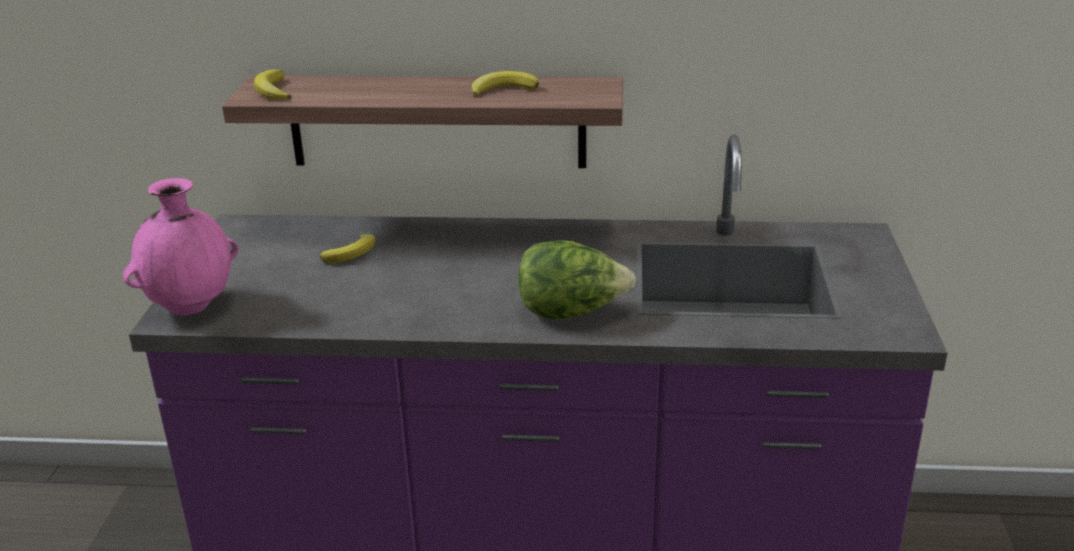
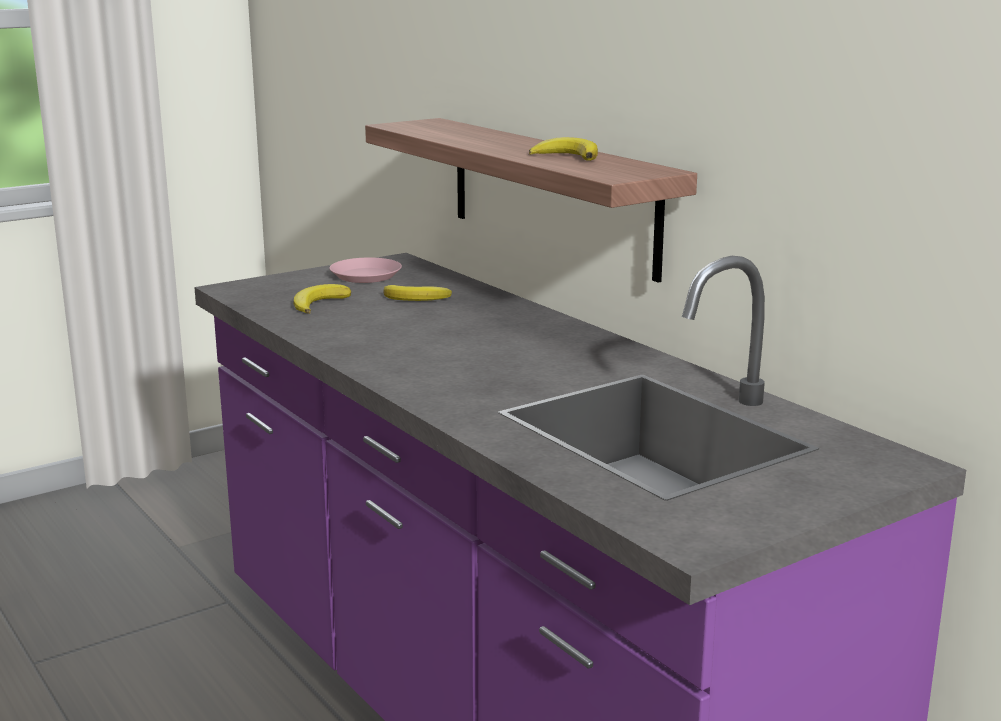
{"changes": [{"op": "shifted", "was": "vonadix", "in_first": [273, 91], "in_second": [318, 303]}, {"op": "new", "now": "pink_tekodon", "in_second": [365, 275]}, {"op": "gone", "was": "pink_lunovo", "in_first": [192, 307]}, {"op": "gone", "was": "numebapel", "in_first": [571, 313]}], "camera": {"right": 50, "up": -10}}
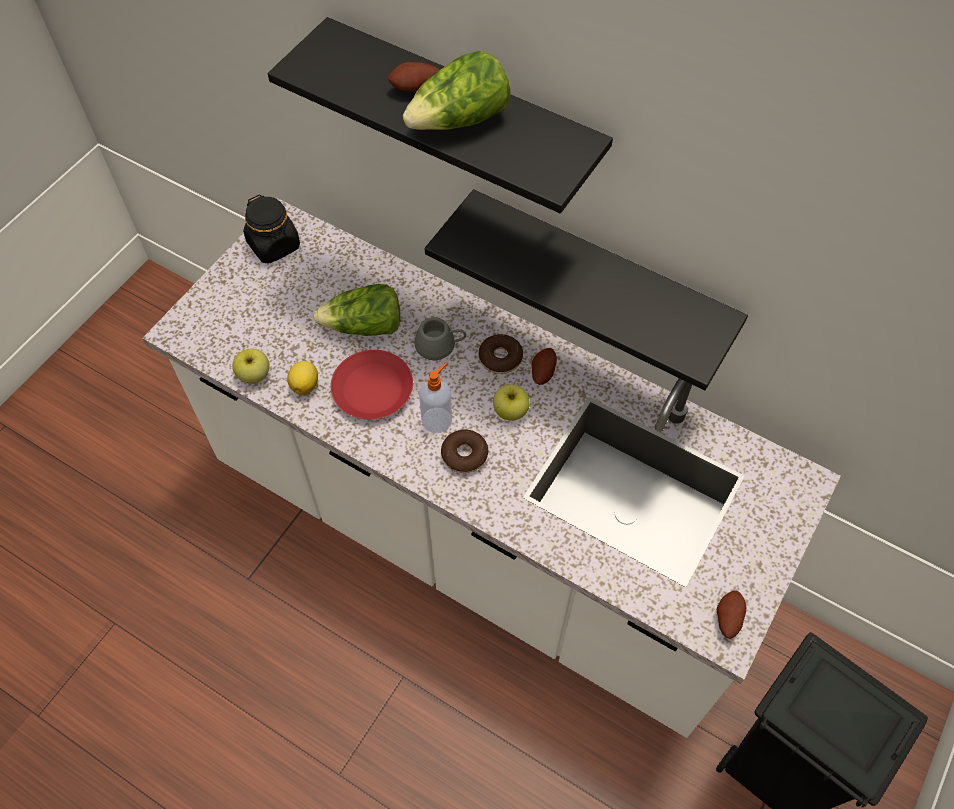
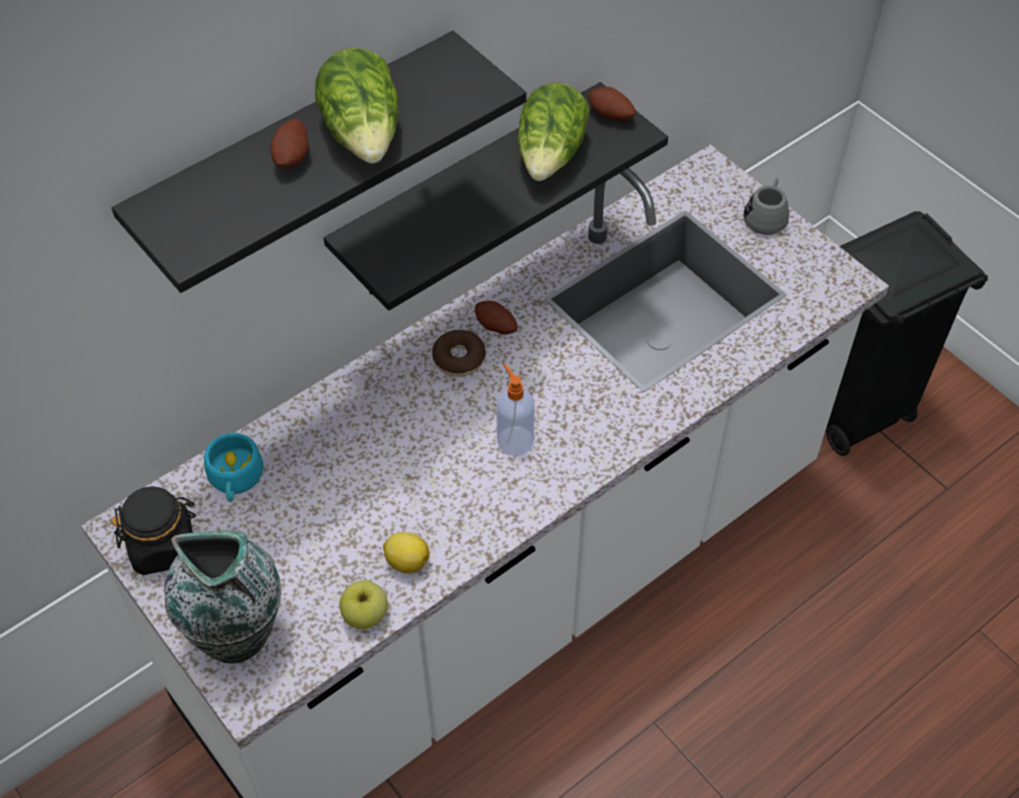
{"changes": [{"op": "new", "now": "lunovo", "in_second": [238, 633]}, {"op": "new", "now": "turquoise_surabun", "in_second": [235, 479]}, {"op": "shifted", "was": "numebapel", "in_first": [364, 326], "in_second": [551, 155]}, {"op": "shifted", "was": "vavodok", "in_first": [727, 618], "in_second": [610, 116]}, {"op": "shifted", "was": "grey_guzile", "in_first": [440, 345], "in_second": [766, 216]}, {"op": "gone", "was": "red_tekodon", "in_first": [372, 388]}, {"op": "gone", "was": "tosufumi", "in_first": [464, 455]}, {"op": "gone", "was": "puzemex", "in_first": [510, 411]}], "camera": {"right": -70, "up": -5}}
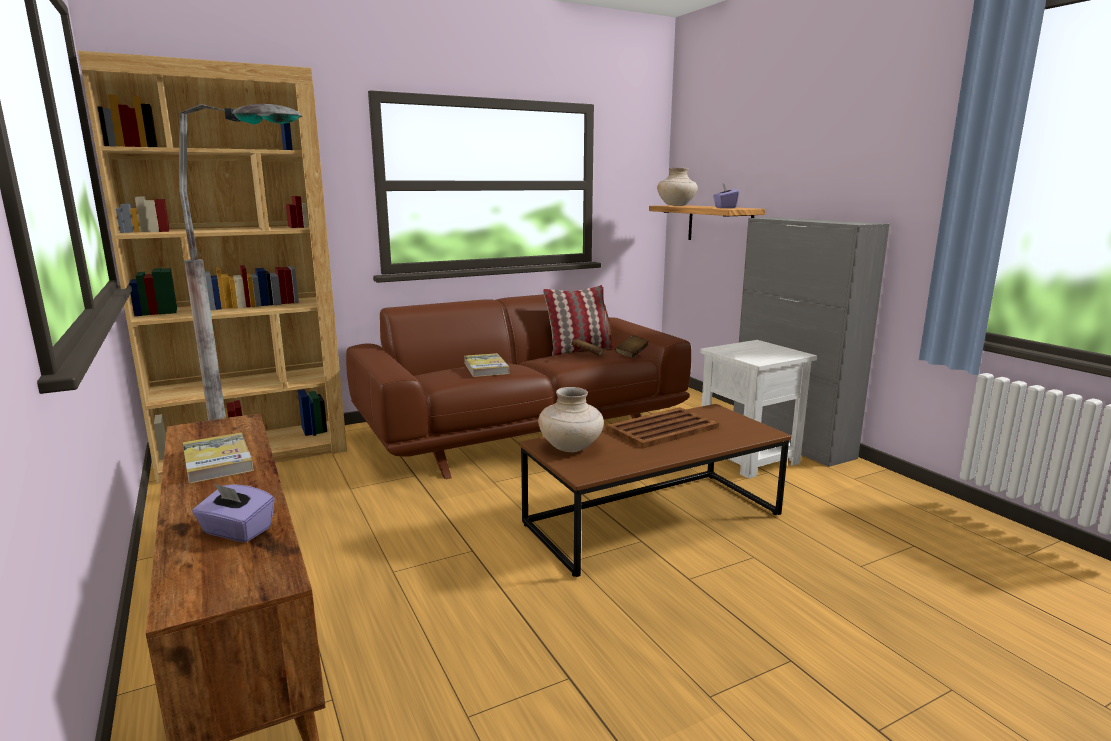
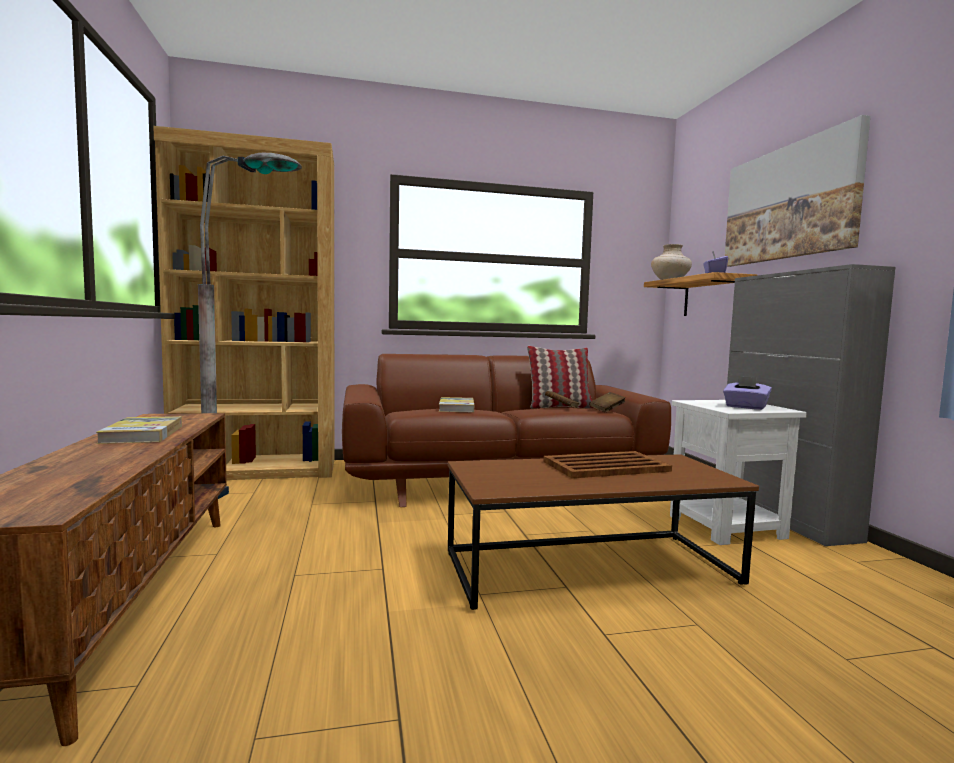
{"changes": [{"op": "shifted", "was": "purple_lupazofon", "in_first": [237, 531], "in_second": [745, 407]}, {"op": "new", "now": "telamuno", "in_second": [789, 203]}, {"op": "gone", "was": "beige_lunovo", "in_first": [571, 447]}], "camera": {"right": 15, "up": -10}}
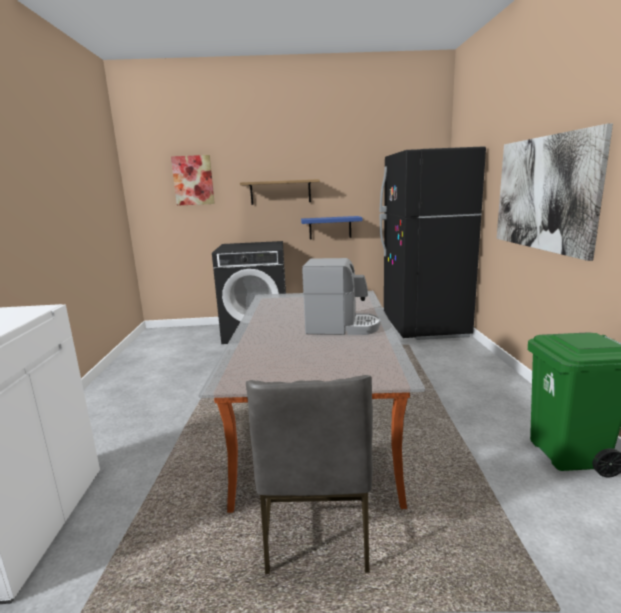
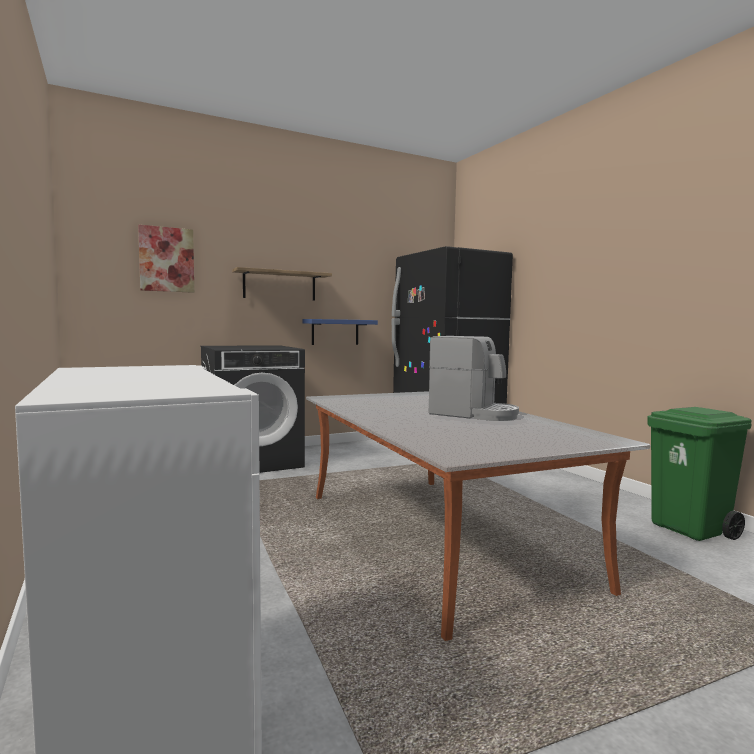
{"changes": [{"op": "rotated", "was": "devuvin", "in_first": [341, 327], "in_second": [474, 414], "clockwise": 45}, {"op": "gone", "was": "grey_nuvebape", "in_first": [316, 528]}, {"op": "gone", "was": "telamuno", "in_first": [544, 193]}], "camera": {"right": -25, "up": -10}}
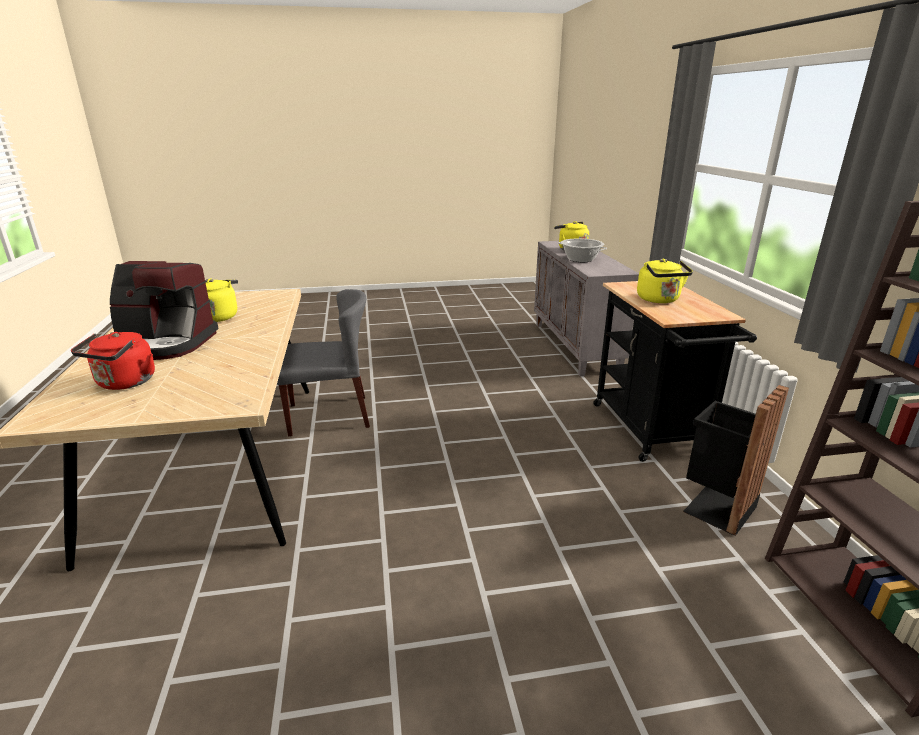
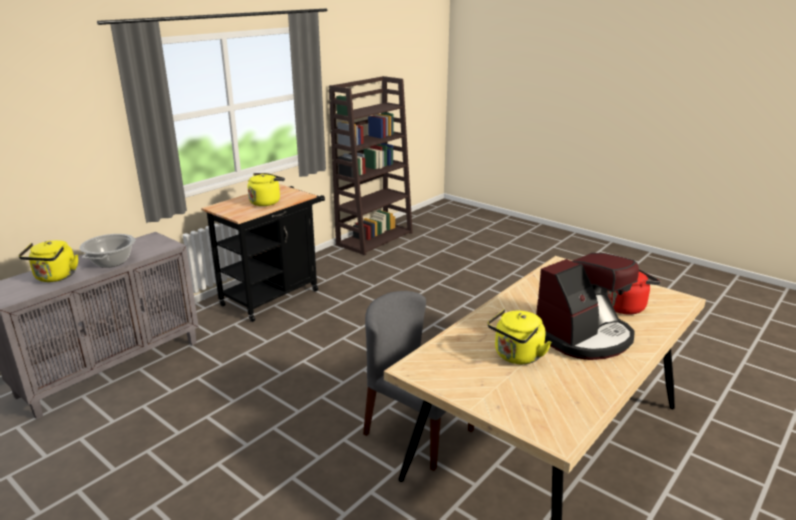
{"changes": [{"op": "rotated", "was": "devuvin", "in_first": [165, 343], "in_second": [584, 337], "clockwise": 90}, {"op": "gone", "was": "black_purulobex", "in_first": [716, 508]}], "camera": {"right": -130, "up": 0}}
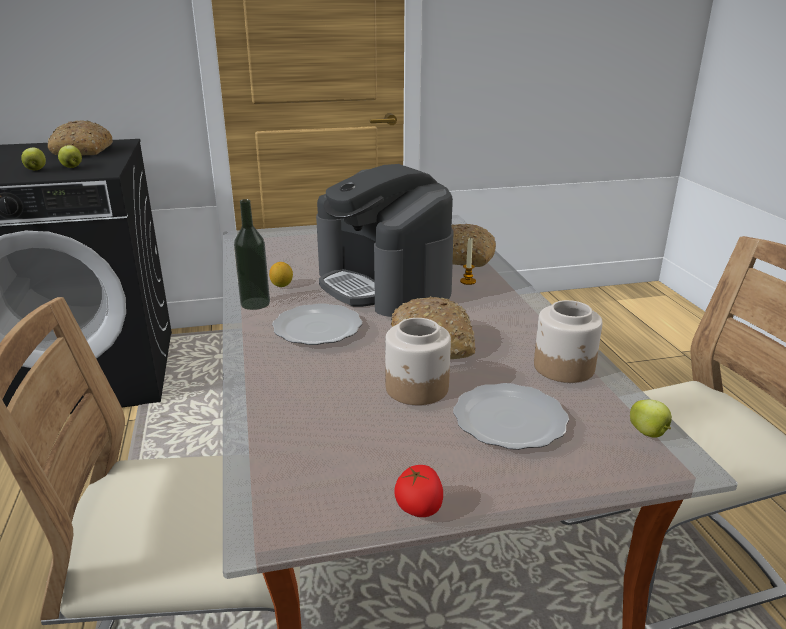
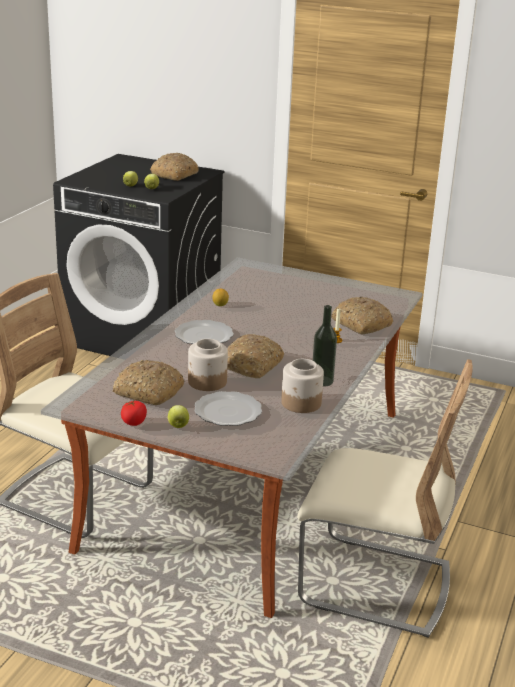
{"changes": [{"op": "new", "now": "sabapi", "in_second": [148, 392]}, {"op": "shifted", "was": "puzemex", "in_first": [649, 433], "in_second": [178, 426]}, {"op": "shifted", "was": "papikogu", "in_first": [255, 303], "in_second": [322, 381]}, {"op": "gone", "was": "devuvin", "in_first": [384, 284]}], "camera": {"right": 35, "up": 0}}
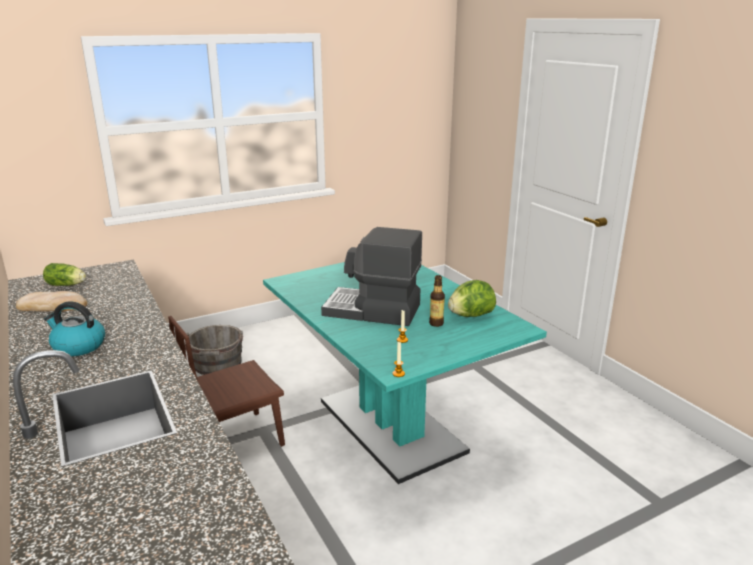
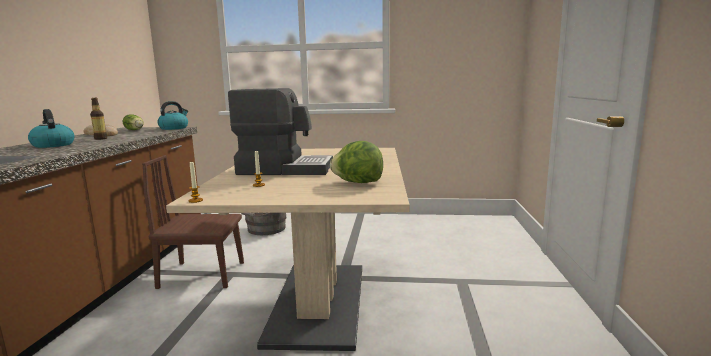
{"changes": [{"op": "shifted", "was": "papikogu", "in_first": [436, 323], "in_second": [100, 139]}, {"op": "new", "now": "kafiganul", "in_second": [174, 128]}, {"op": "repainted", "was": "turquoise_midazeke", "now": "beige_midazeke", "in_first": [390, 426], "in_second": [318, 302]}, {"op": "rotated", "was": "devuvin", "in_first": [372, 311], "in_second": [285, 169], "clockwise": 135}], "camera": {"right": 35, "up": -10}}
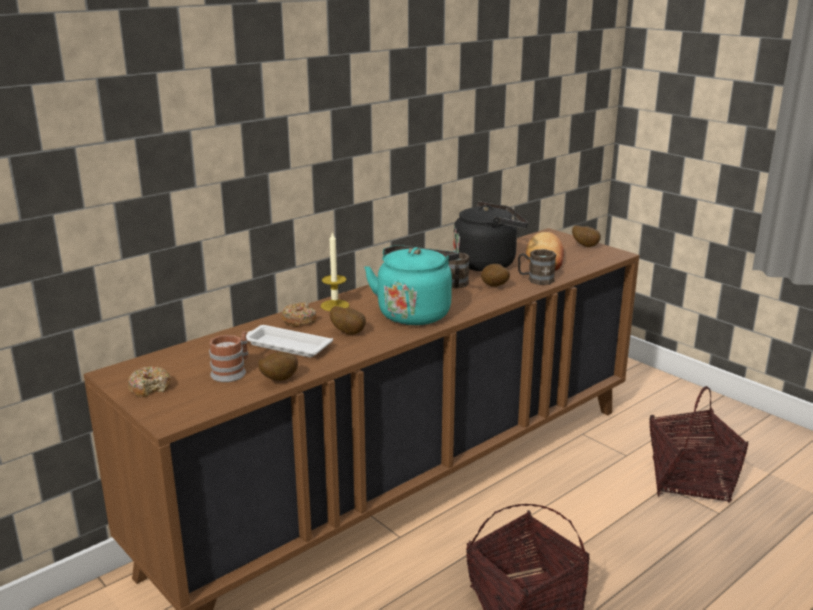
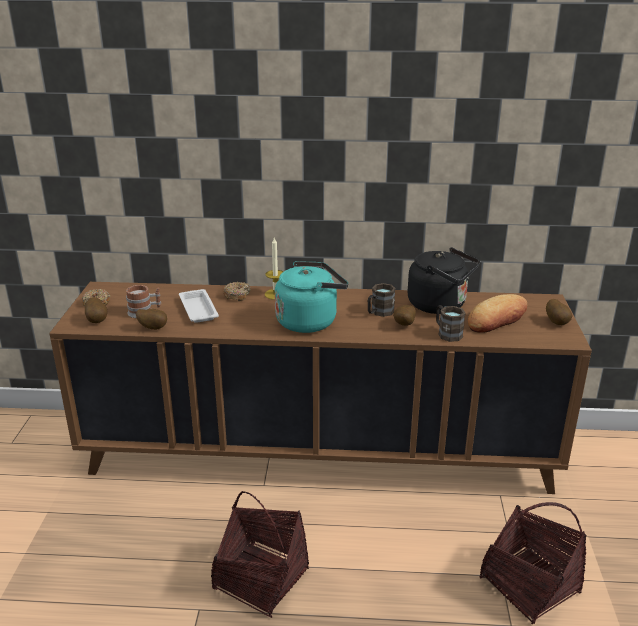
{"changes": [{"op": "shifted", "was": "vavodok", "in_first": [349, 332], "in_second": [97, 320]}], "camera": {"right": 45, "up": 5}}
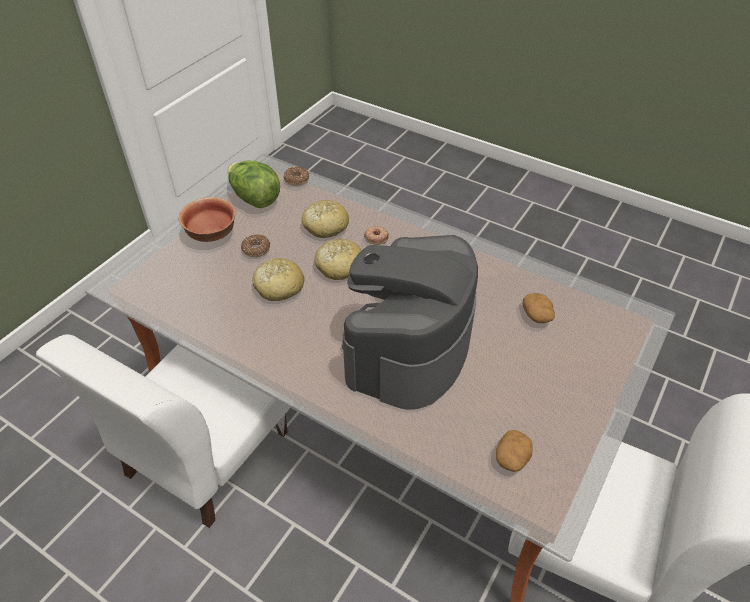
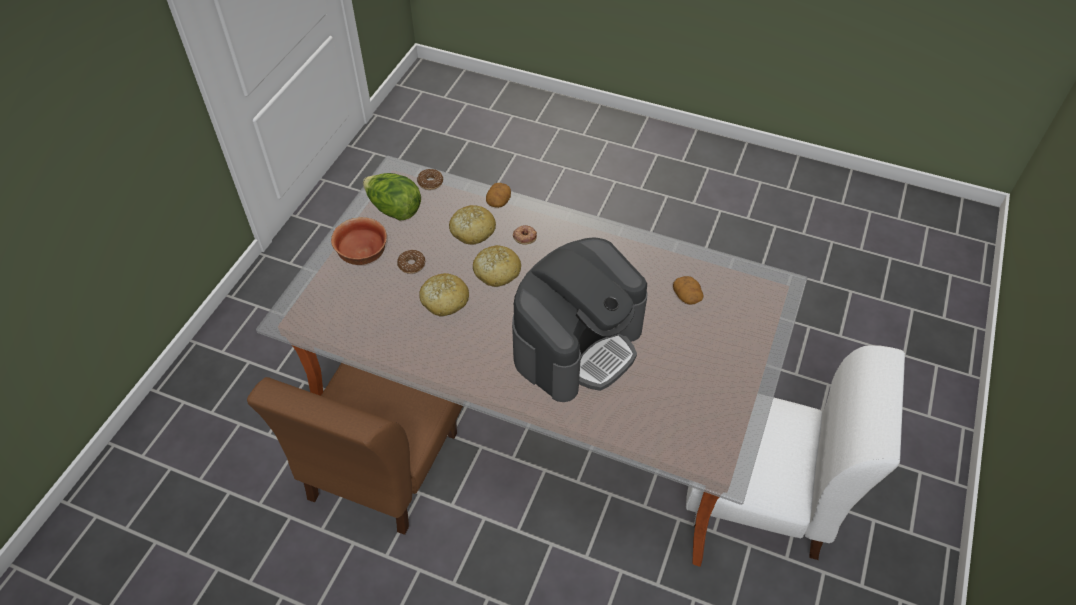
{"changes": [{"op": "repainted", "was": "white_nuvebape", "now": "brown_nuvebape", "in_first": [206, 453], "in_second": [382, 466]}, {"op": "shifted", "was": "vavodok", "in_first": [512, 458], "in_second": [498, 202]}, {"op": "rotated", "was": "devuvin", "in_first": [407, 348], "in_second": [577, 344], "clockwise": -150}], "camera": {"right": -10, "up": 5}}
